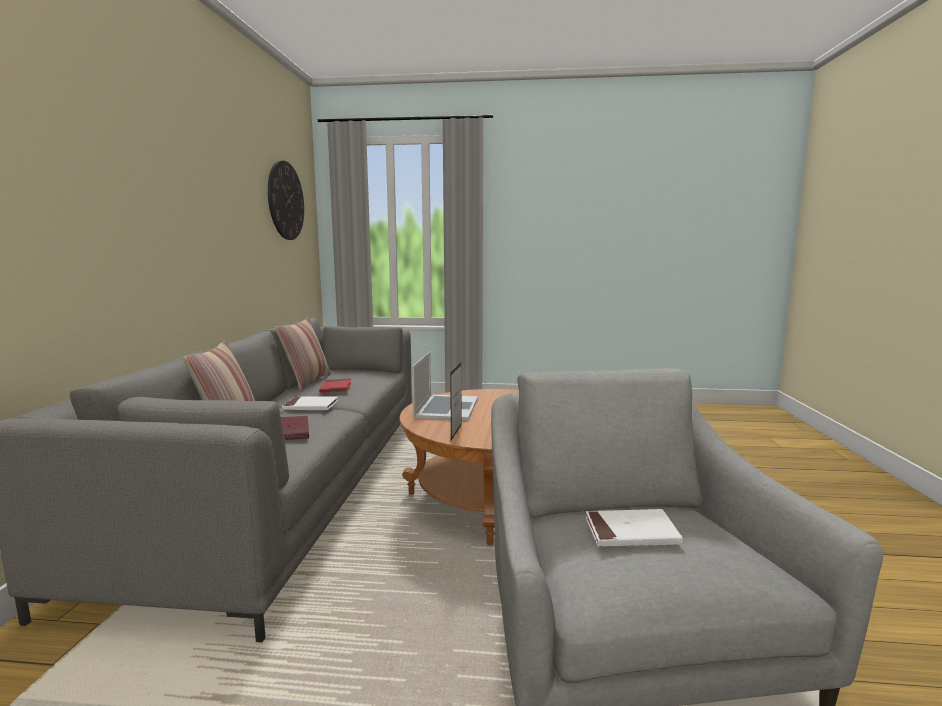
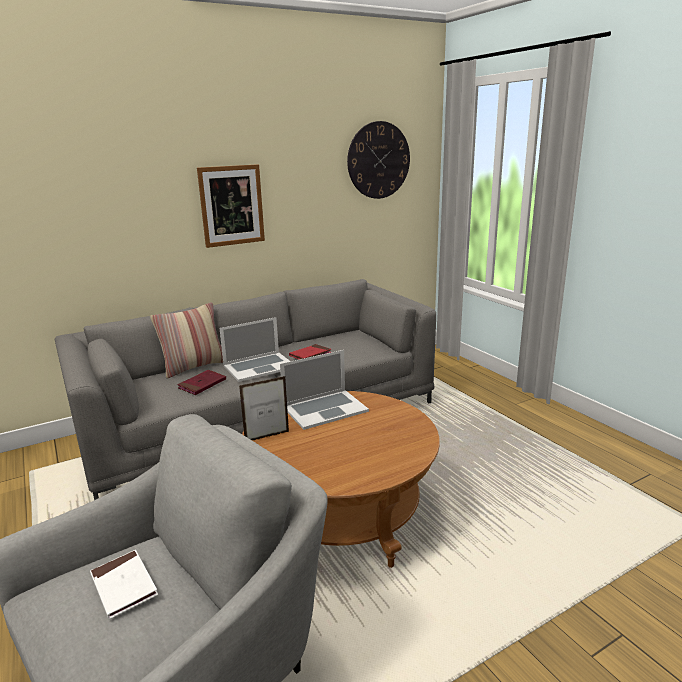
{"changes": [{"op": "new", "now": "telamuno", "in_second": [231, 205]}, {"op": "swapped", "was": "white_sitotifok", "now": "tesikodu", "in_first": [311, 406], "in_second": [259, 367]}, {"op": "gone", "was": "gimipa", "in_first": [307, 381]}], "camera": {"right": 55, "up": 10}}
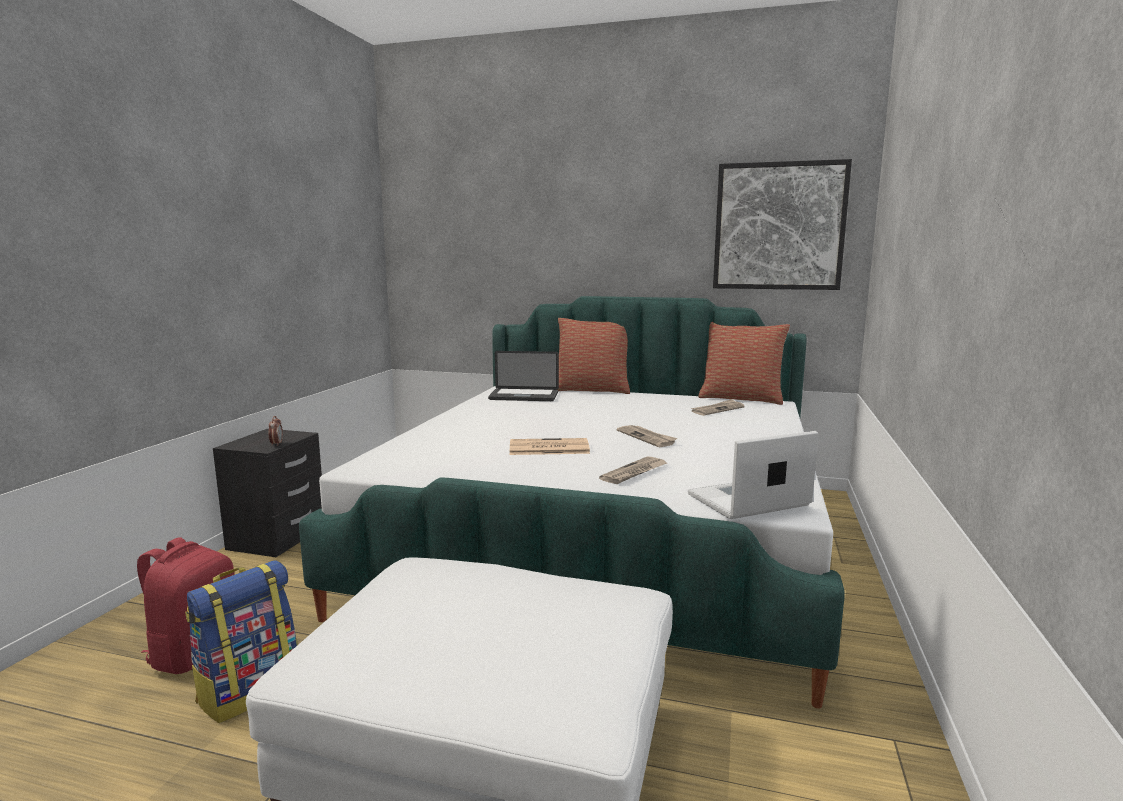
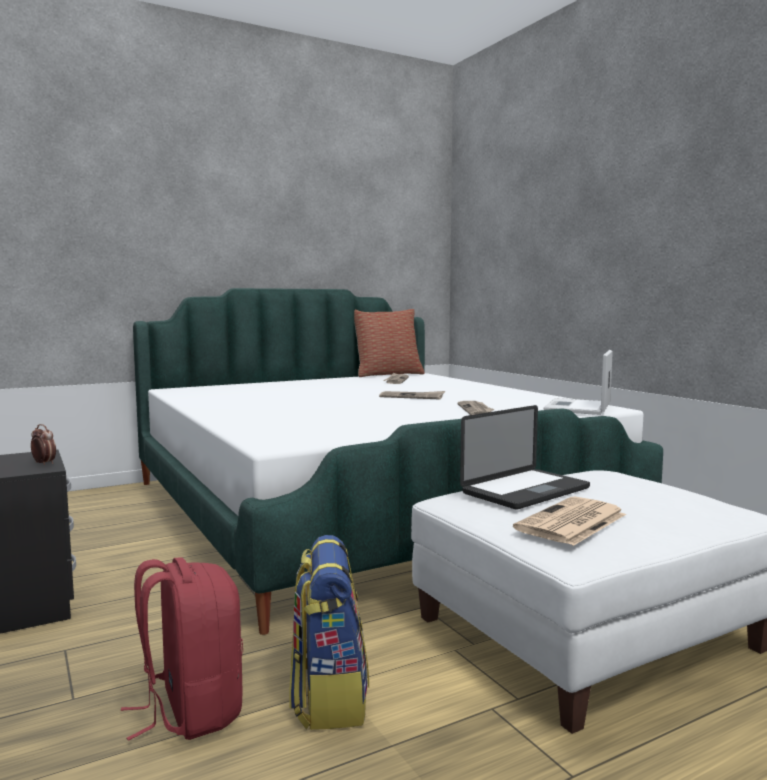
{"changes": [{"op": "shifted", "was": "tesikodu", "in_first": [524, 396], "in_second": [525, 491]}, {"op": "shifted", "was": "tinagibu", "in_first": [547, 448], "in_second": [571, 522]}, {"op": "gone", "was": "gimipa", "in_first": [592, 390]}, {"op": "gone", "was": "telamuno", "in_first": [779, 226]}], "camera": {"right": -45, "up": -5}}
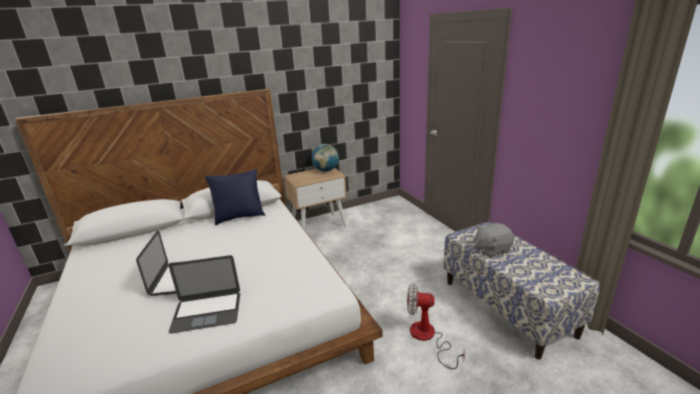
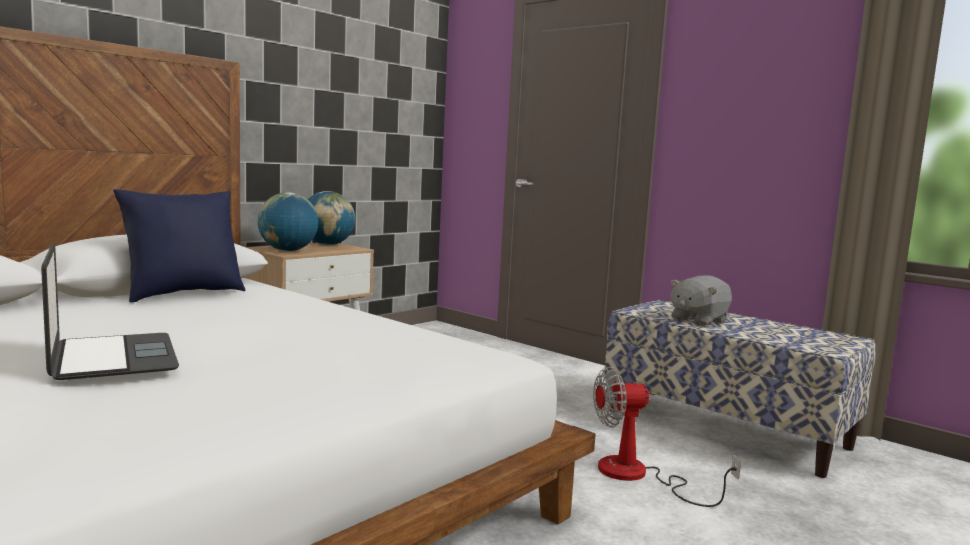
{"changes": [{"op": "new", "now": "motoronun", "in_second": [287, 250]}, {"op": "gone", "was": "tesikodu", "in_first": [207, 311]}], "camera": {"right": -25, "up": -15}}
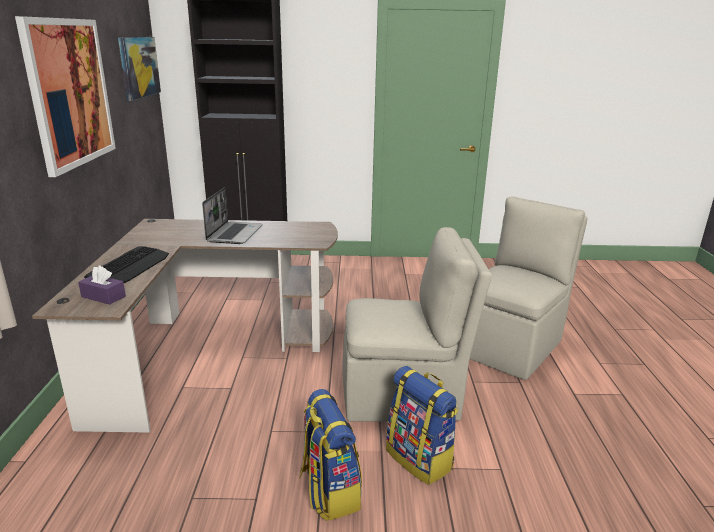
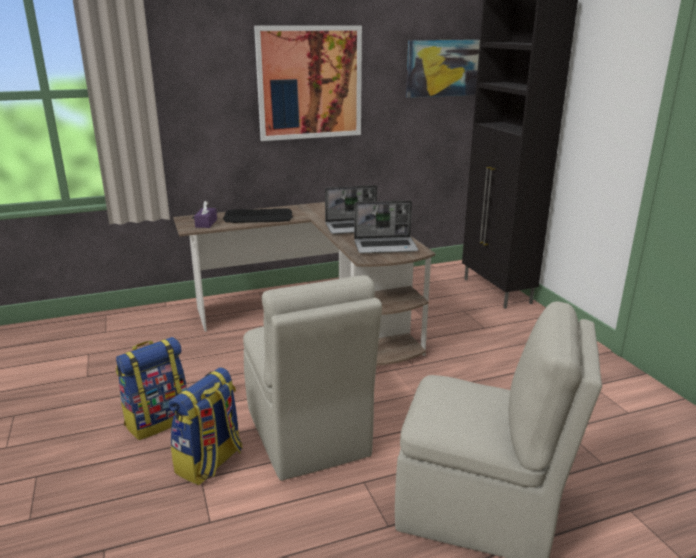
{"changes": [{"op": "new", "now": "tesikodu", "in_second": [386, 246]}], "camera": {"right": 70, "up": 0}}
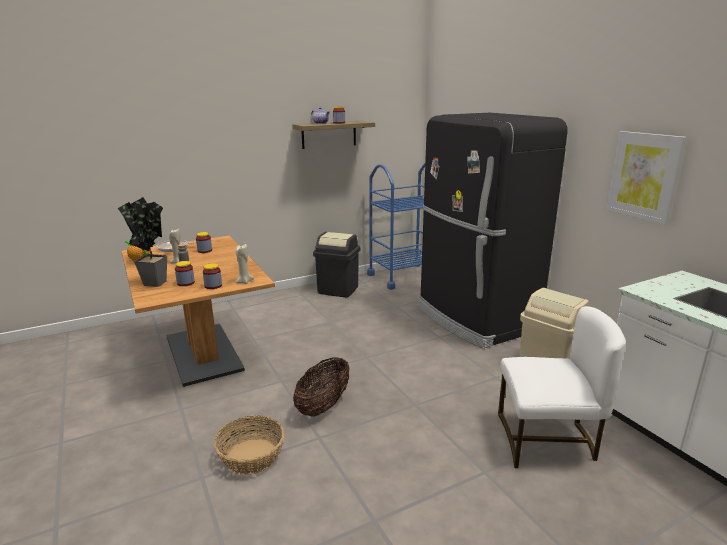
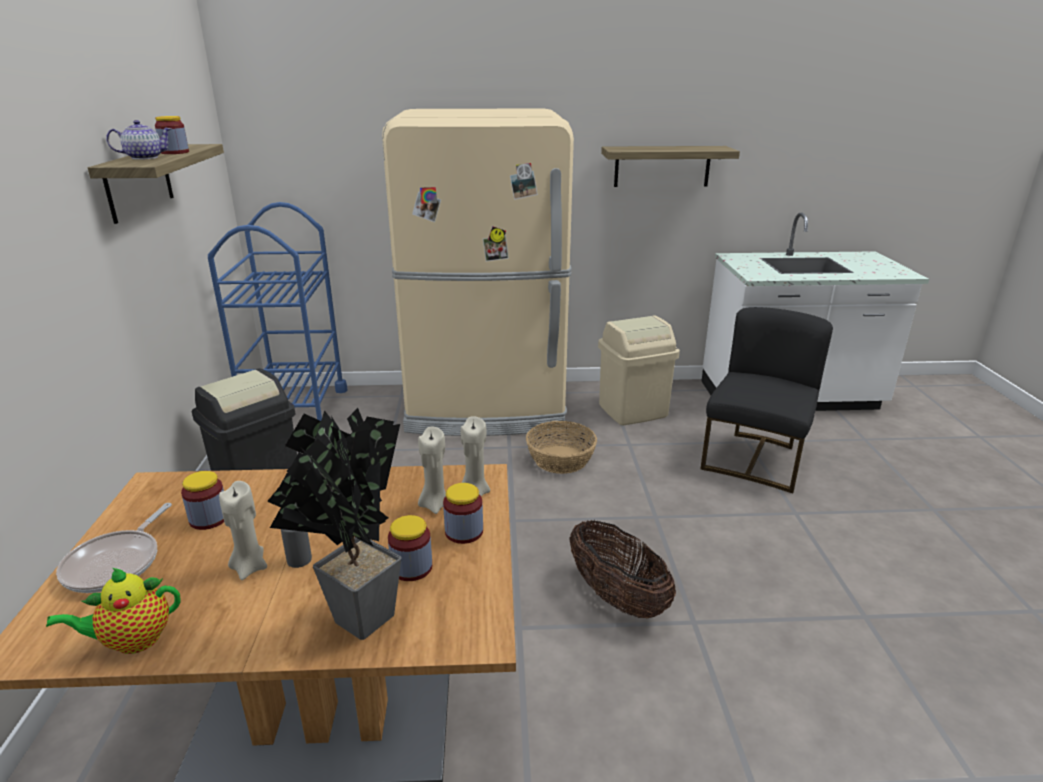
{"changes": [{"op": "repainted", "was": "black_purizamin", "now": "beige_purizamin", "in_first": [474, 318], "in_second": [486, 409]}, {"op": "new", "now": "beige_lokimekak", "in_second": [434, 505]}, {"op": "shifted", "was": "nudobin", "in_first": [252, 456], "in_second": [561, 459]}, {"op": "swapped", "was": "telamuno", "now": "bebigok", "in_first": [643, 176], "in_second": [662, 166]}, {"op": "repainted", "was": "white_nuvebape", "now": "black_nuvebape", "in_first": [546, 440], "in_second": [755, 460]}], "camera": {"right": -65, "up": 5}}
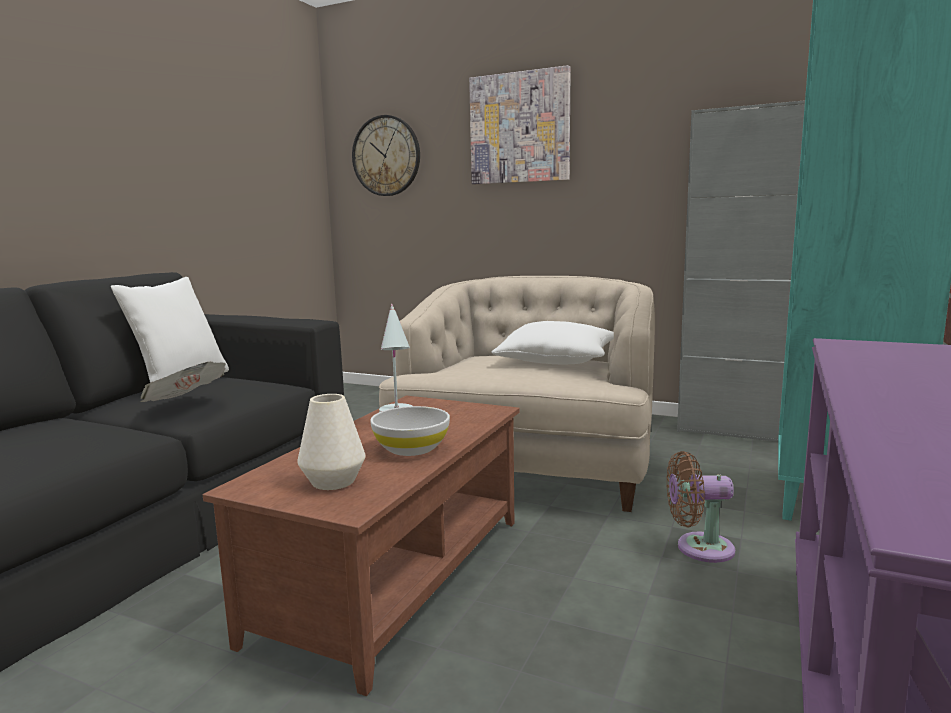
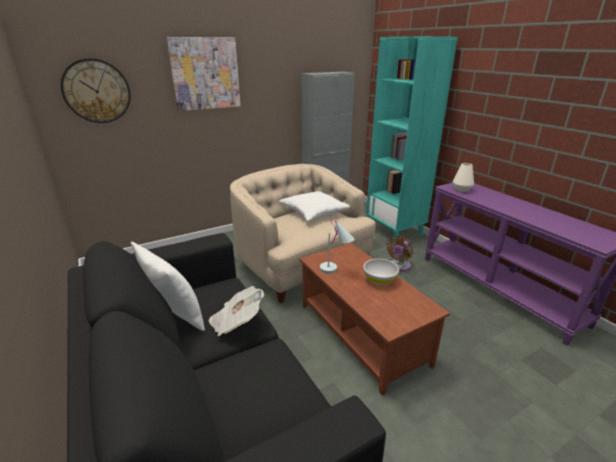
{"changes": [{"op": "shifted", "was": "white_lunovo", "in_first": [333, 481], "in_second": [461, 189]}], "camera": {"right": -55, "up": 15}}
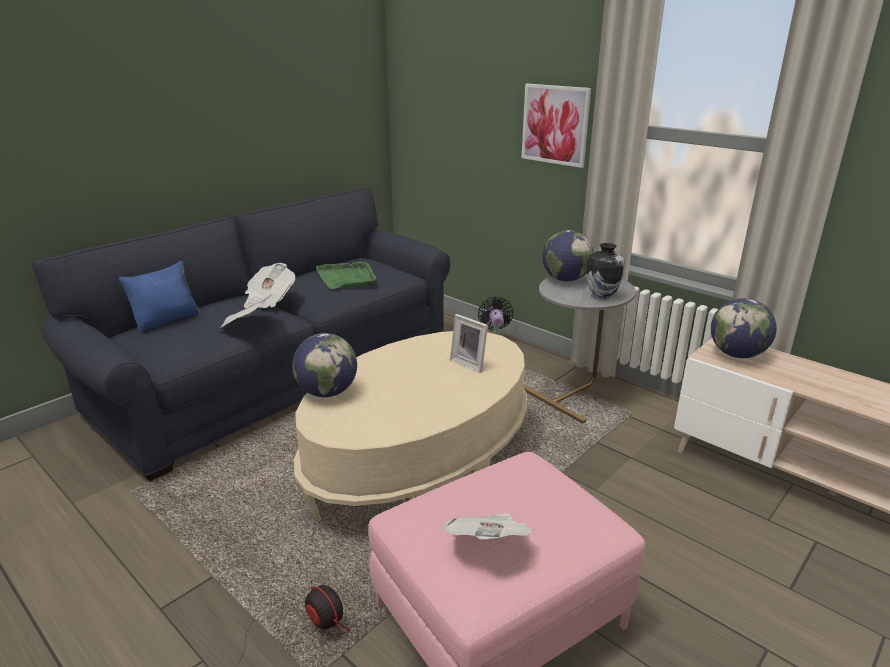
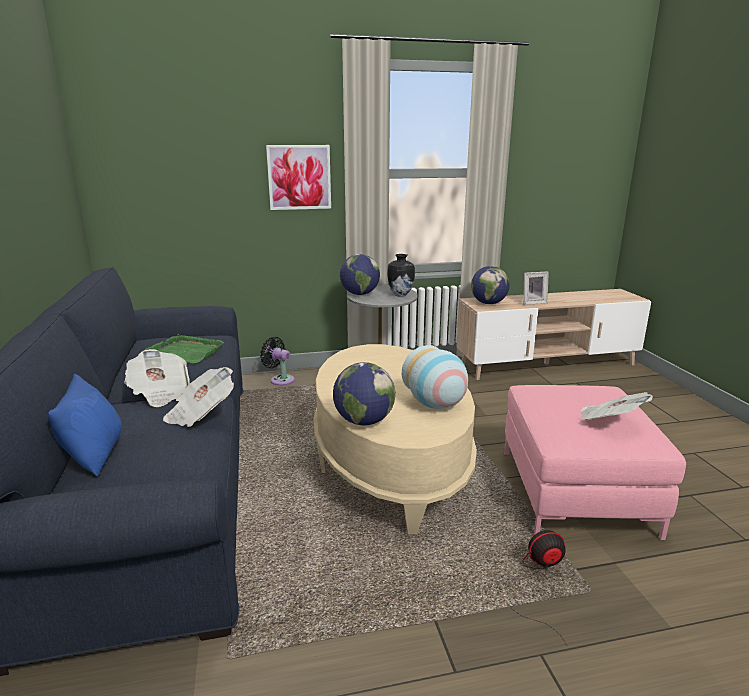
{"changes": [{"op": "new", "now": "lunovo", "in_second": [436, 405]}, {"op": "shifted", "was": "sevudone", "in_first": [470, 363], "in_second": [533, 302]}], "camera": {"right": -55, "up": -5}}
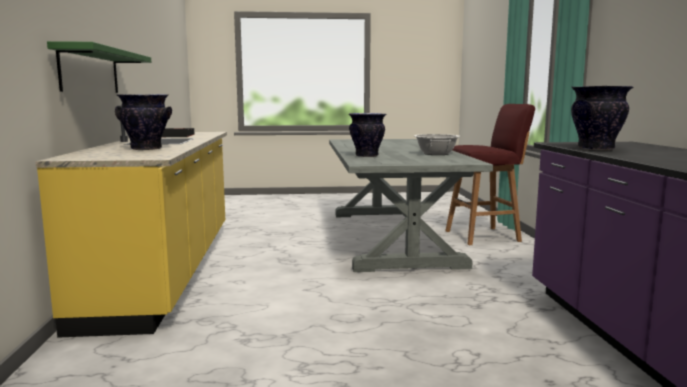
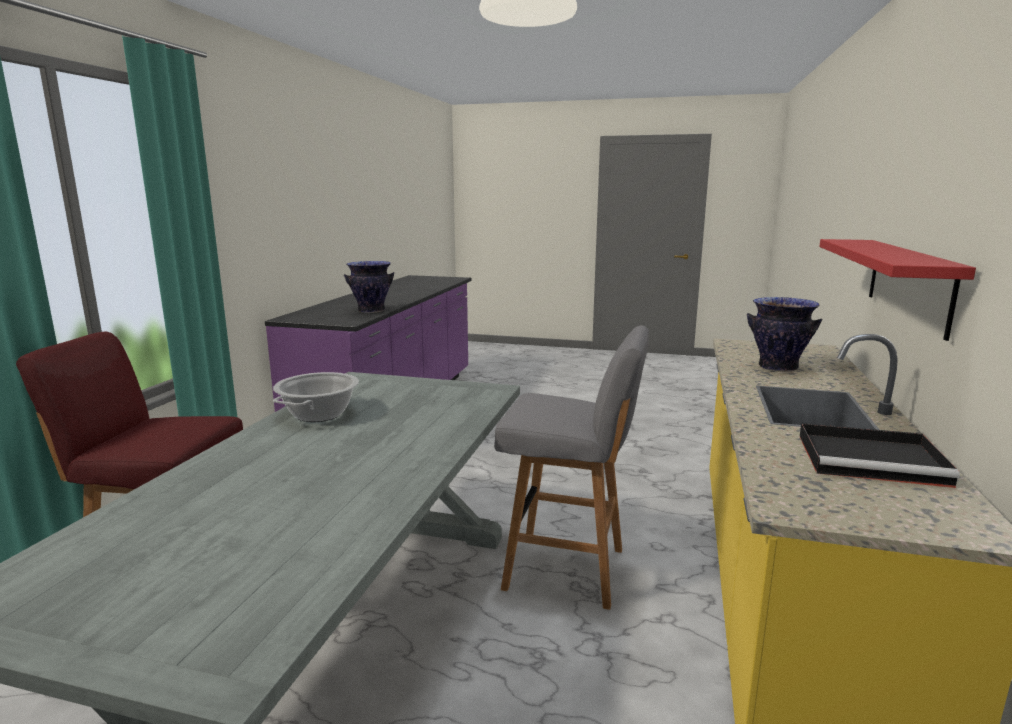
{"changes": [{"op": "new", "now": "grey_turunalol", "in_second": [568, 570]}, {"op": "repainted", "was": "green_bebigok", "now": "red_bebigok", "in_first": [90, 71], "in_second": [908, 283]}, {"op": "gone", "was": "lunovo", "in_first": [367, 156]}], "camera": {"right": -160, "up": 5}}
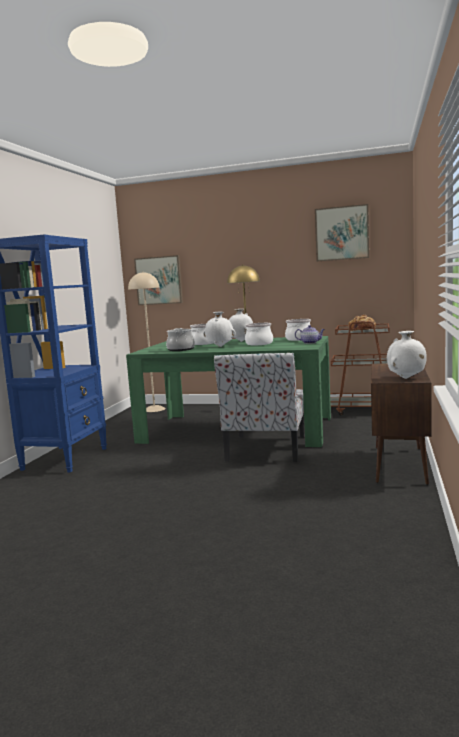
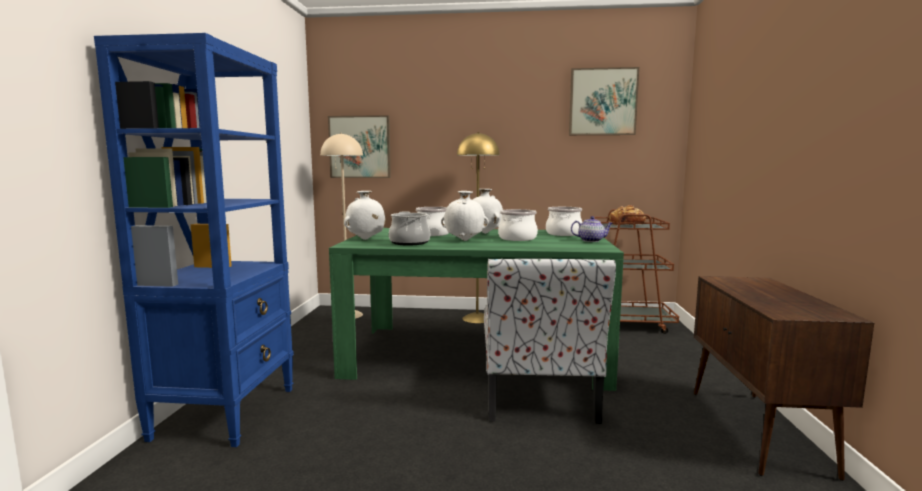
{"changes": [{"op": "shifted", "was": "white_lunovo", "in_first": [406, 378], "in_second": [365, 239]}], "camera": {"right": -10, "up": 0}}
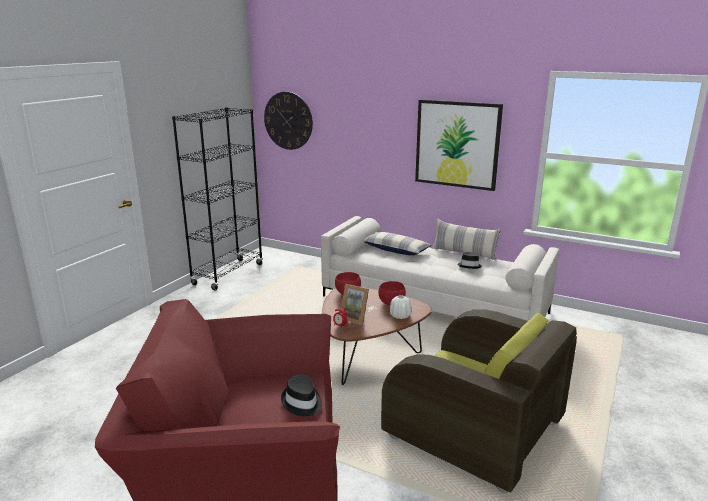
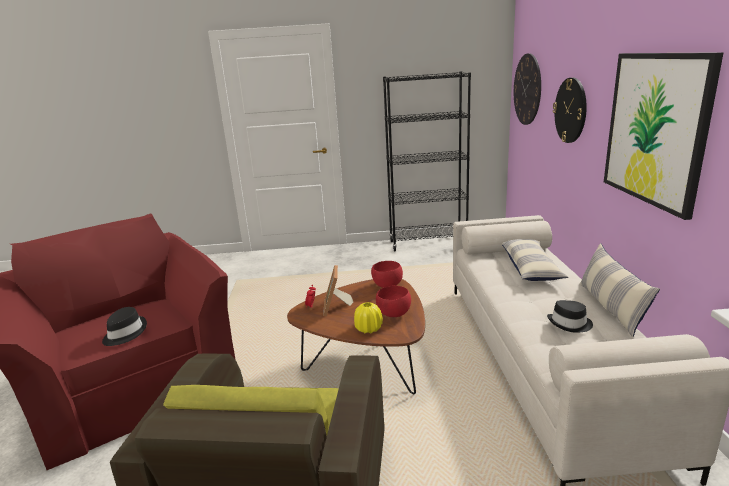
{"changes": [{"op": "repainted", "was": "white_lunovo", "now": "yellow_lunovo", "in_first": [400, 316], "in_second": [368, 328]}, {"op": "new", "now": "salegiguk", "in_second": [570, 110]}], "camera": {"right": 60, "up": 0}}
